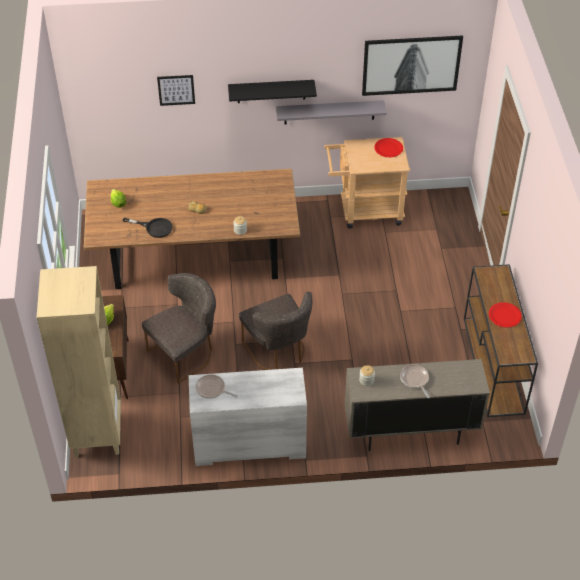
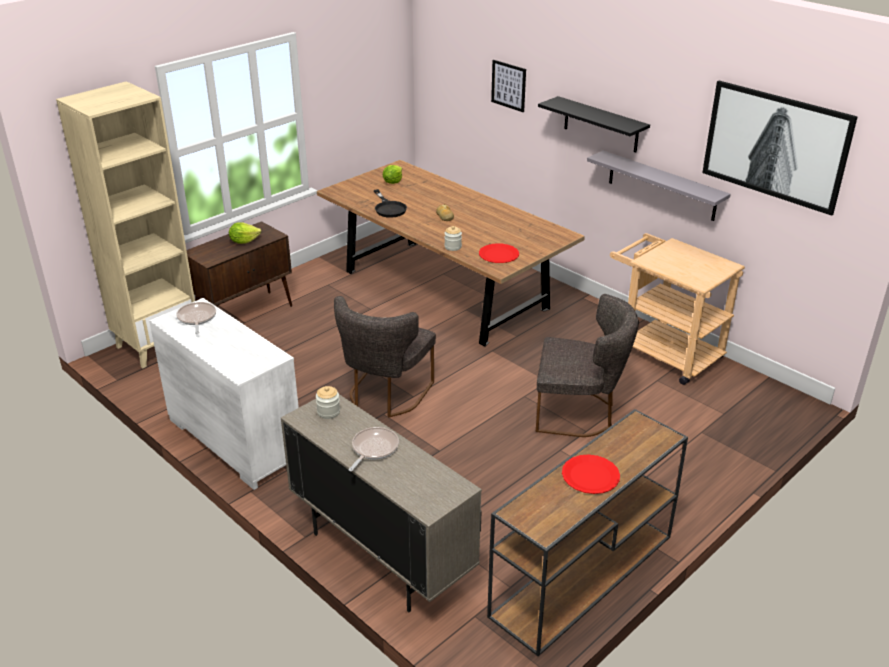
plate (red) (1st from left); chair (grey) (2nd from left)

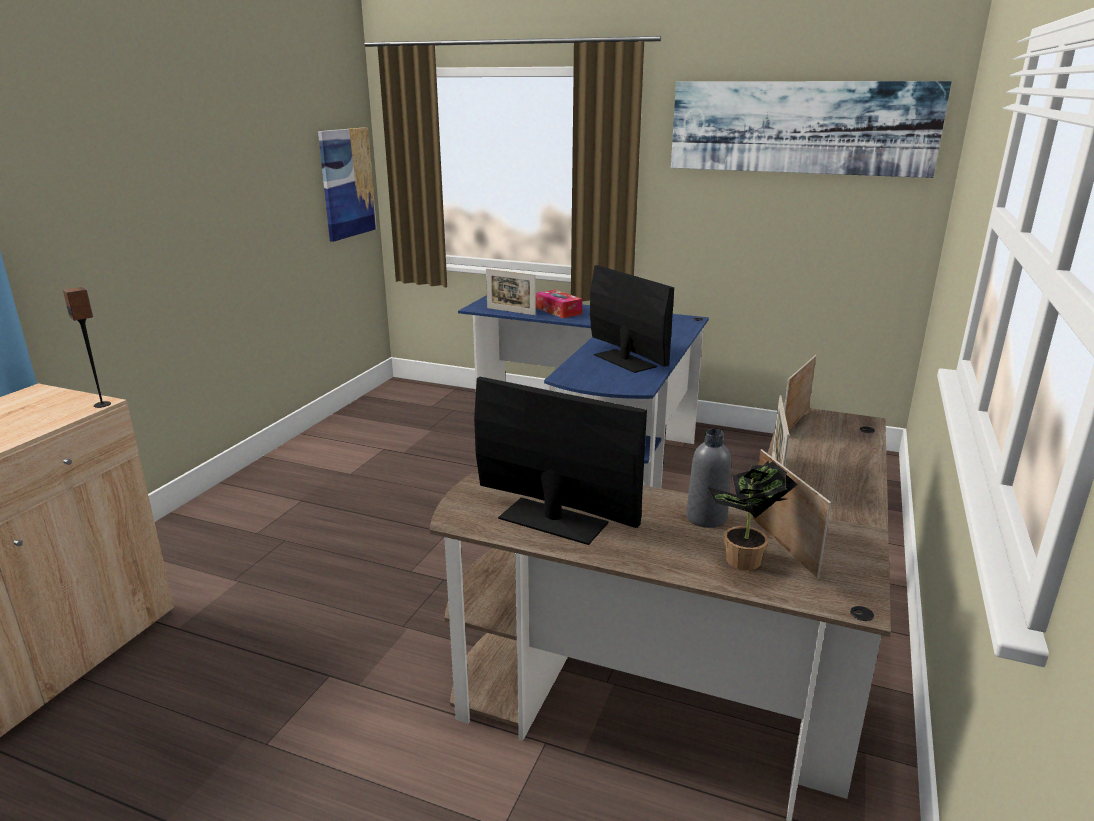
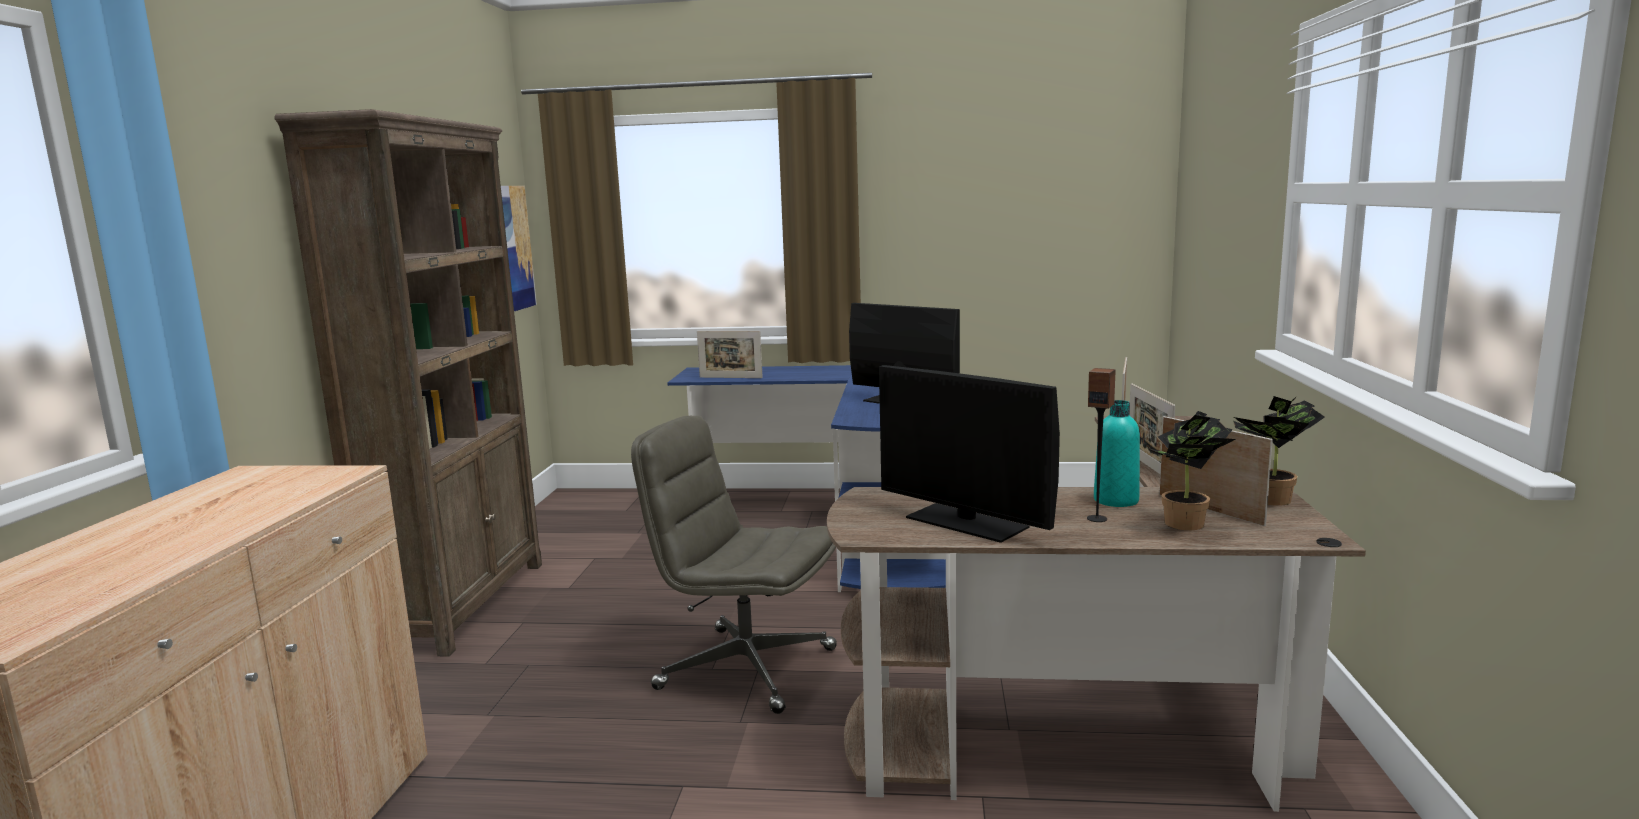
bookcase (brown); office chair (grey); monitor (2nd from left); speaker; bottle (turquoise); potted plant (2nd from left); tissue box; picture (2nd from left in the first image)

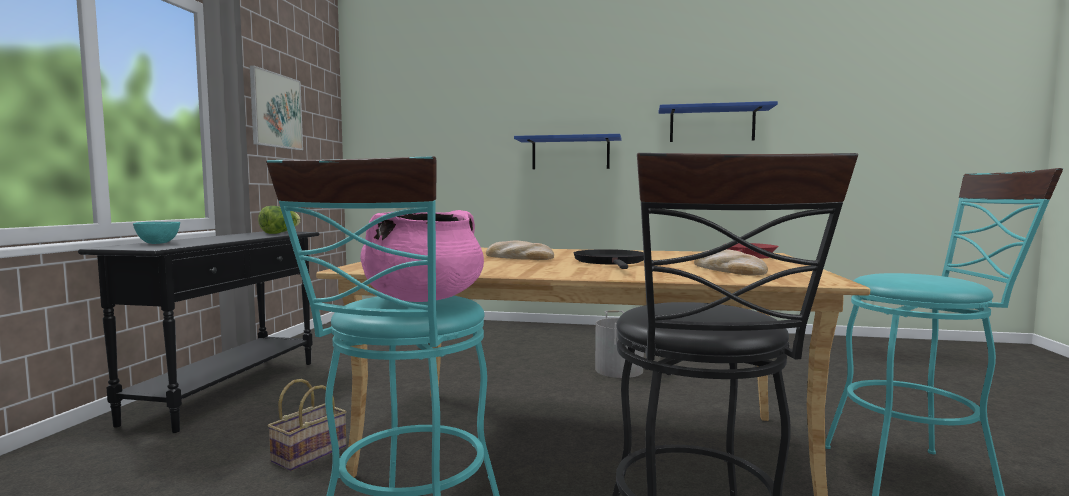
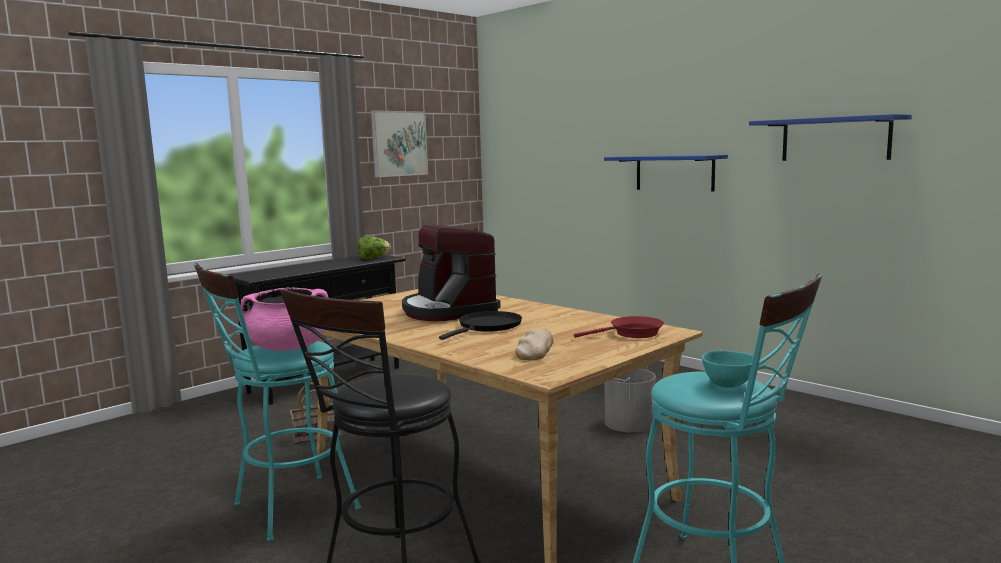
coffee machine; bowl (turquoise)

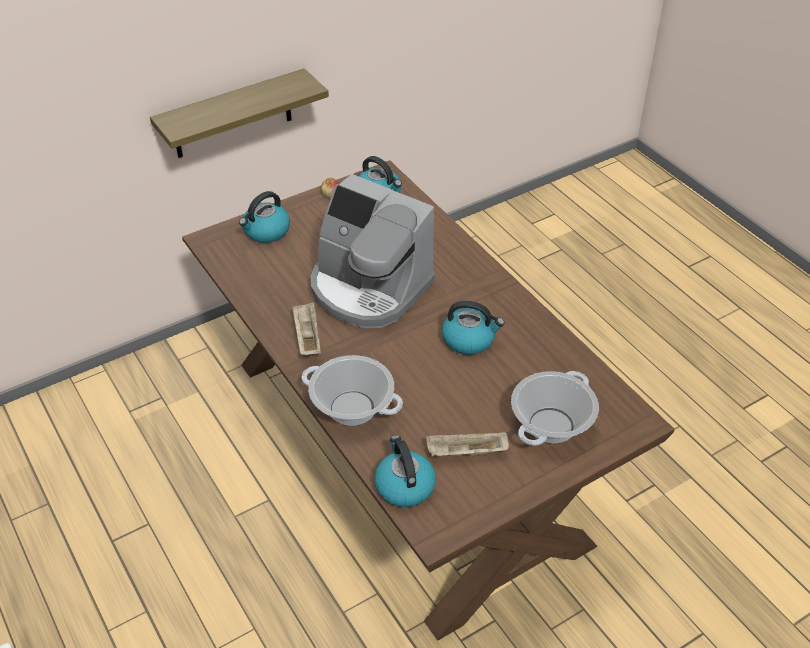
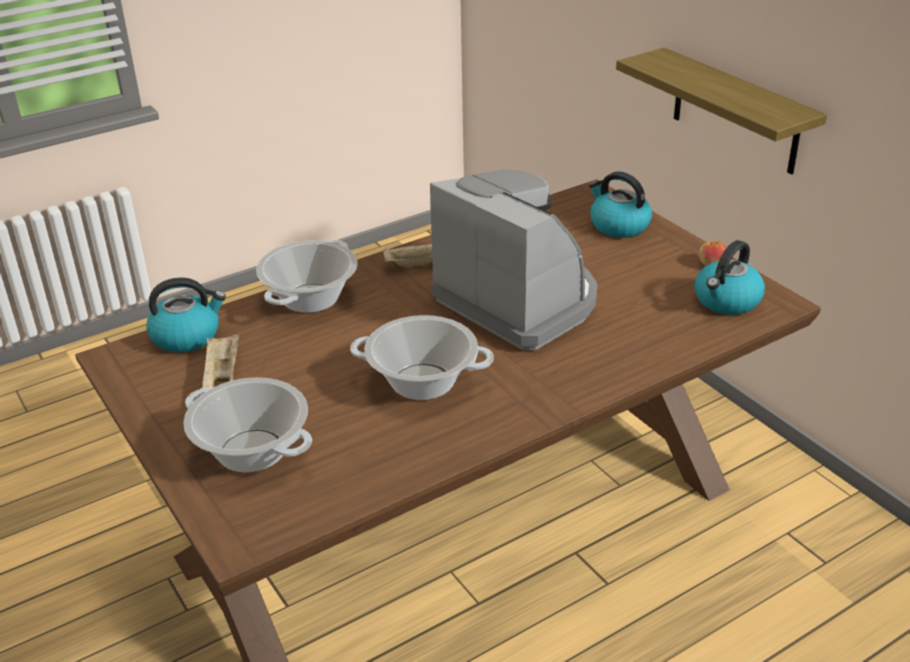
cooking pot (3rd from left); coffee machine

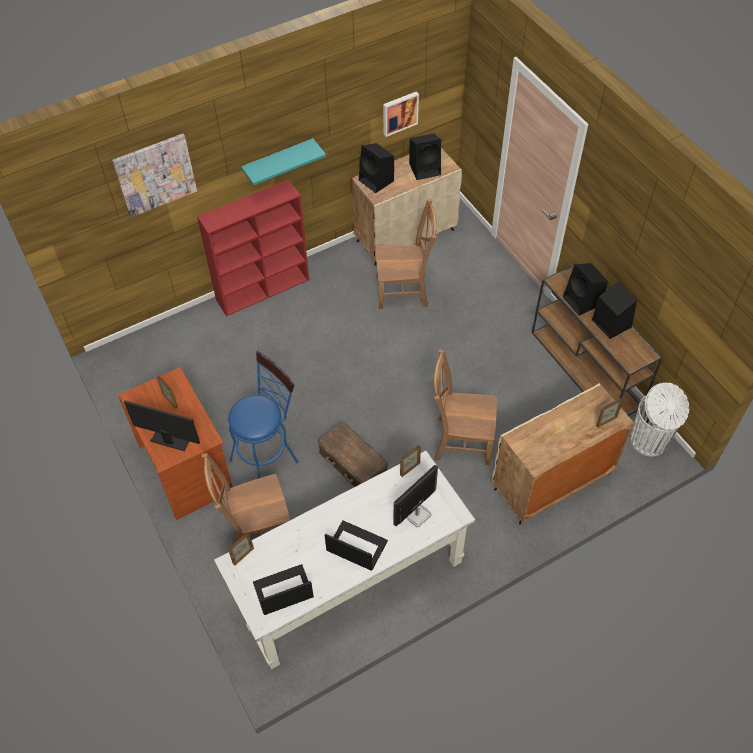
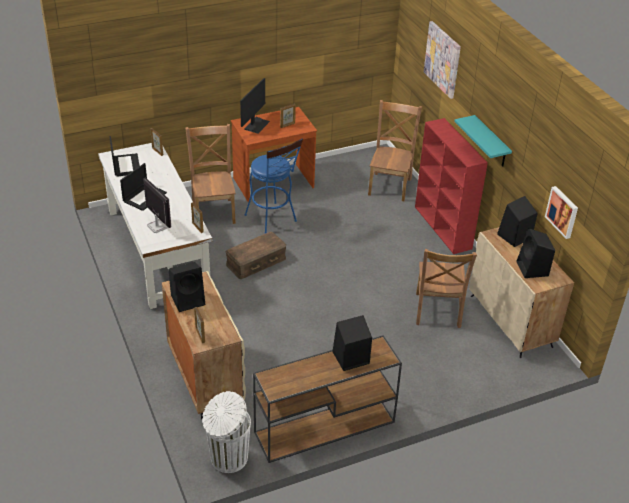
speaker (black) (1st from left); chair (brown) (2nd from left)

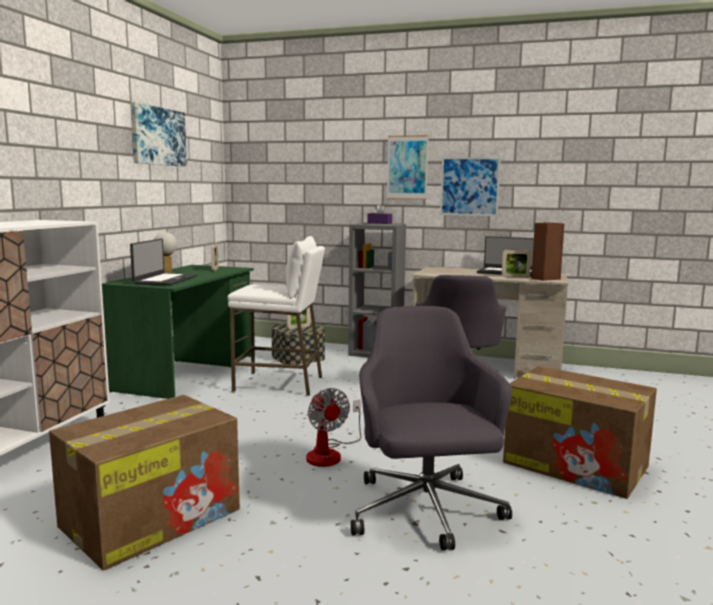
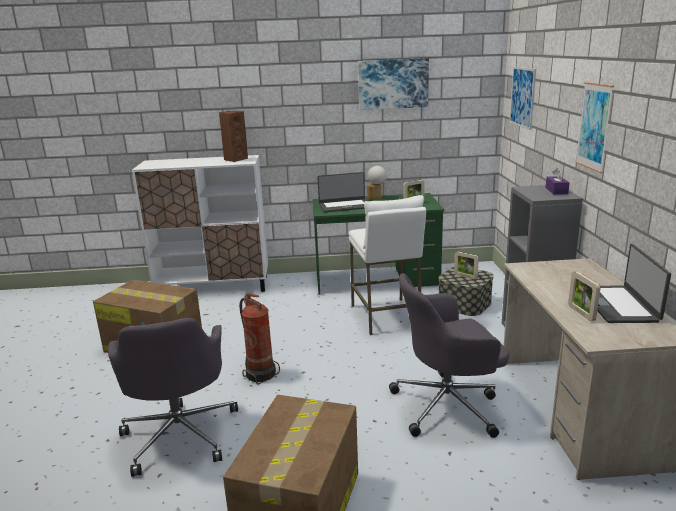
office chair (grey) (1st from left); speaker (brown); fire extinguisher; picture (2nd from left)

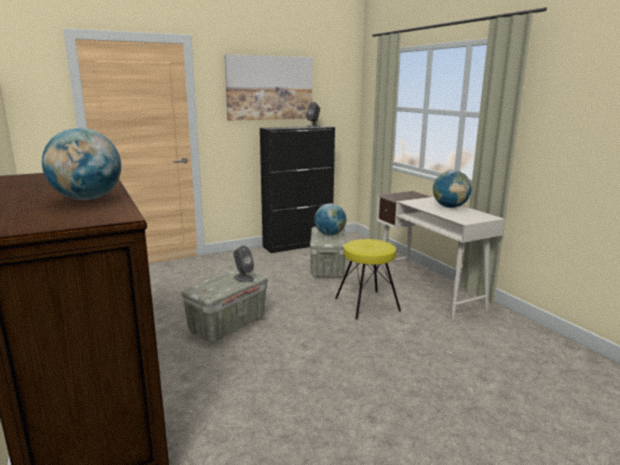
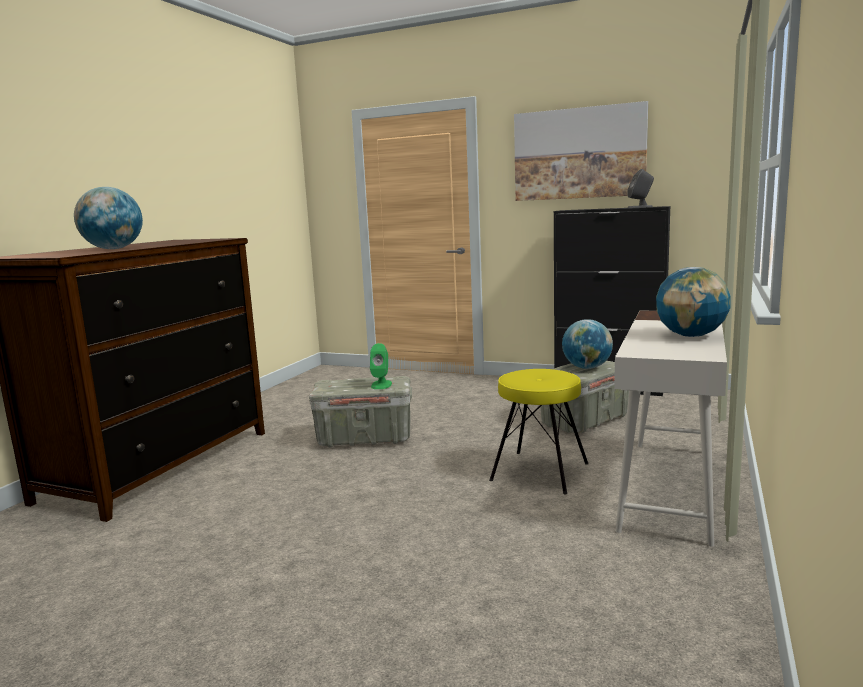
speaker (green)

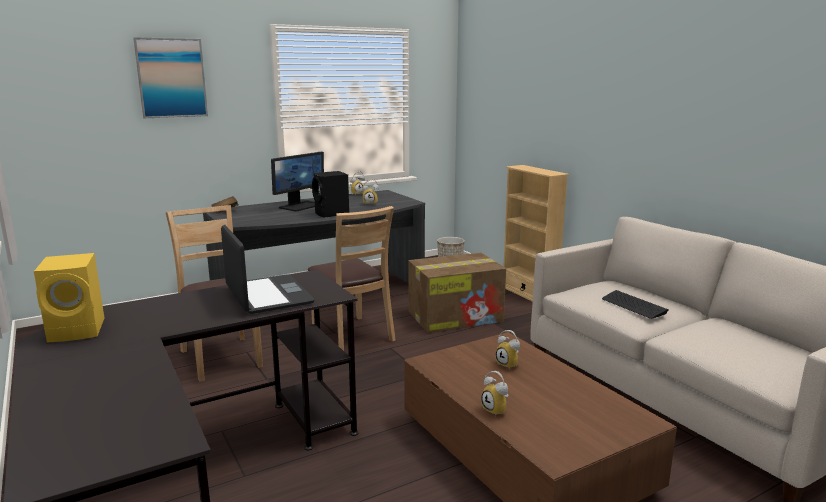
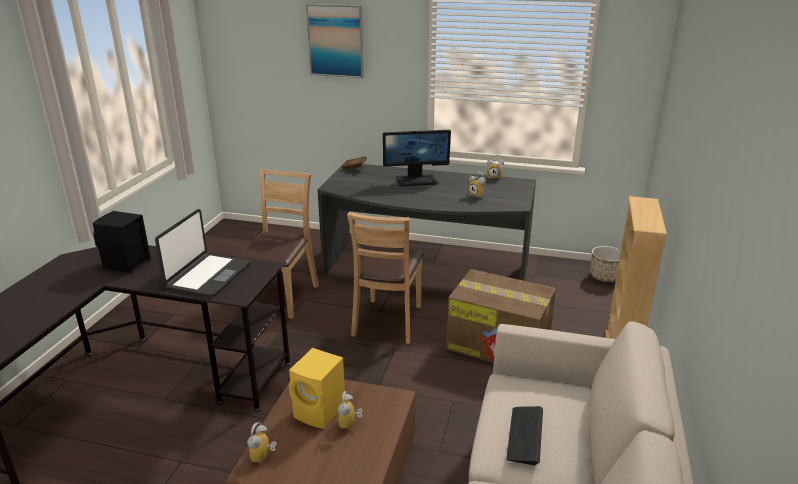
speaker (black); speaker (yellow)

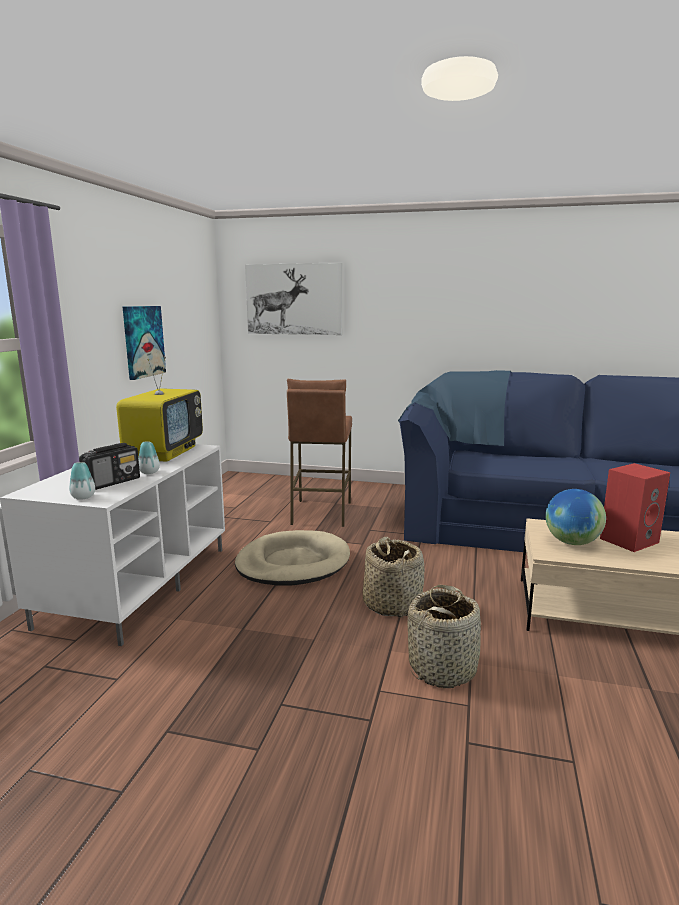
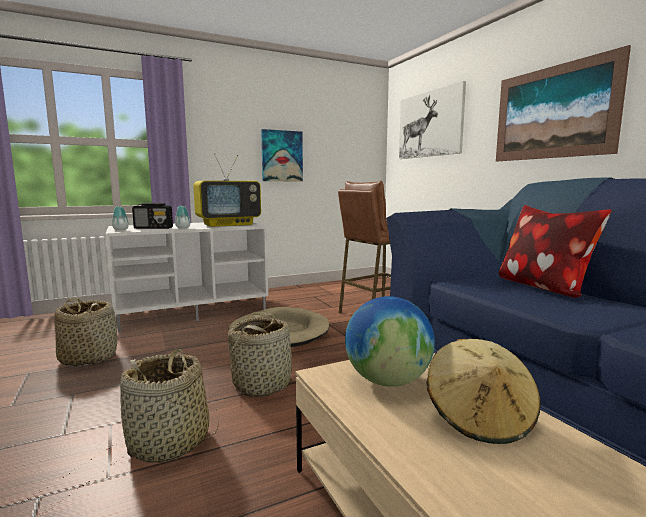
basket (1st from left); hat (beige); picture (3rd from left); pillow

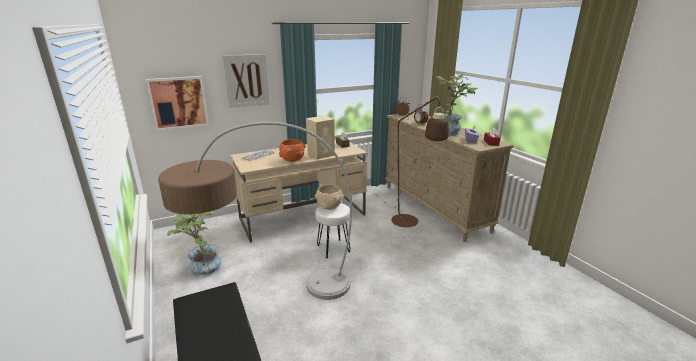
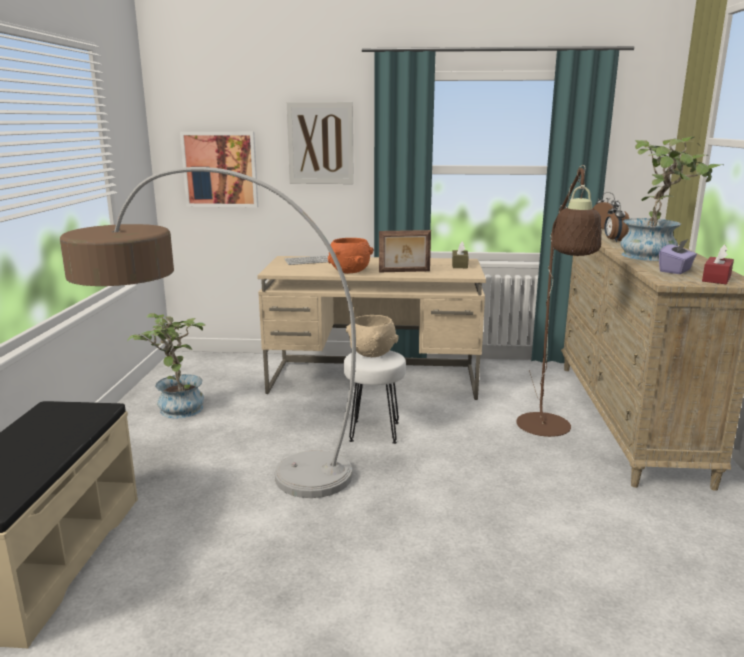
picture frame

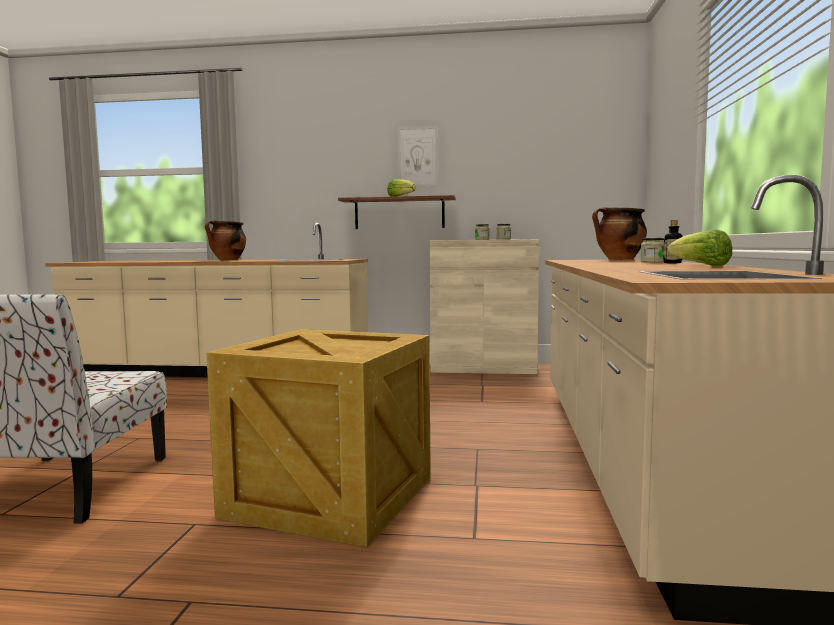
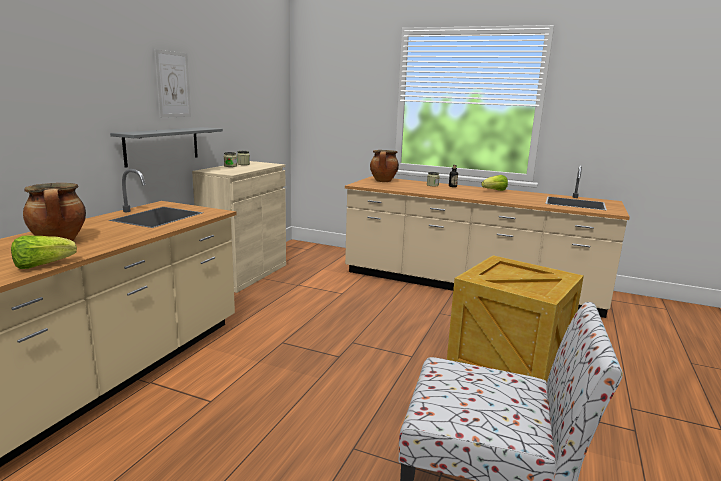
lettuce (1st from left); shelf (grey)

